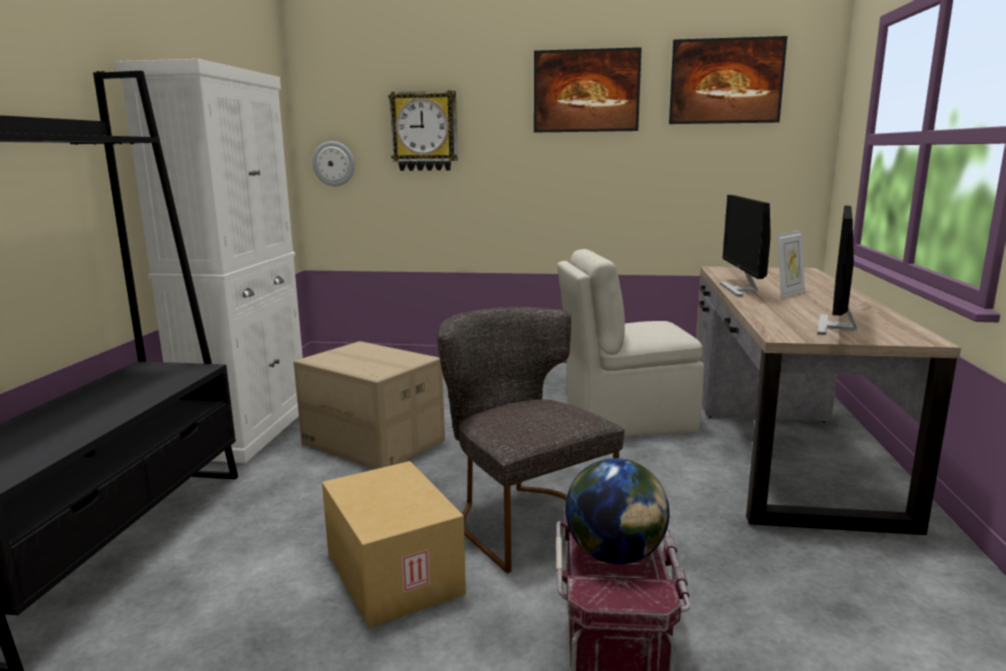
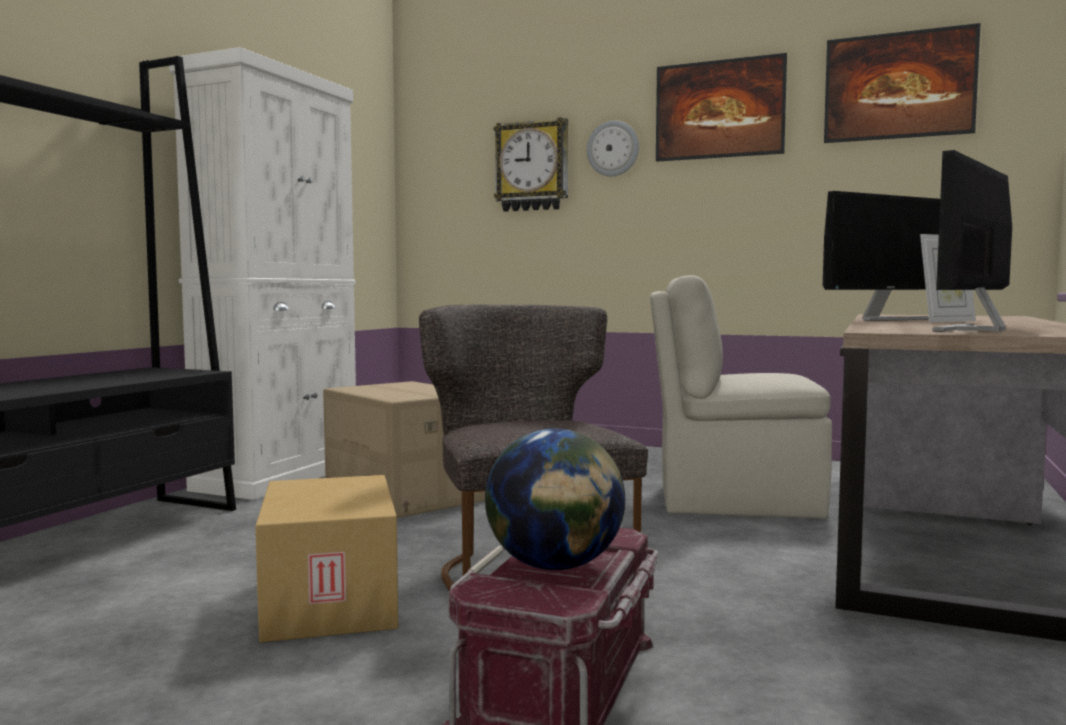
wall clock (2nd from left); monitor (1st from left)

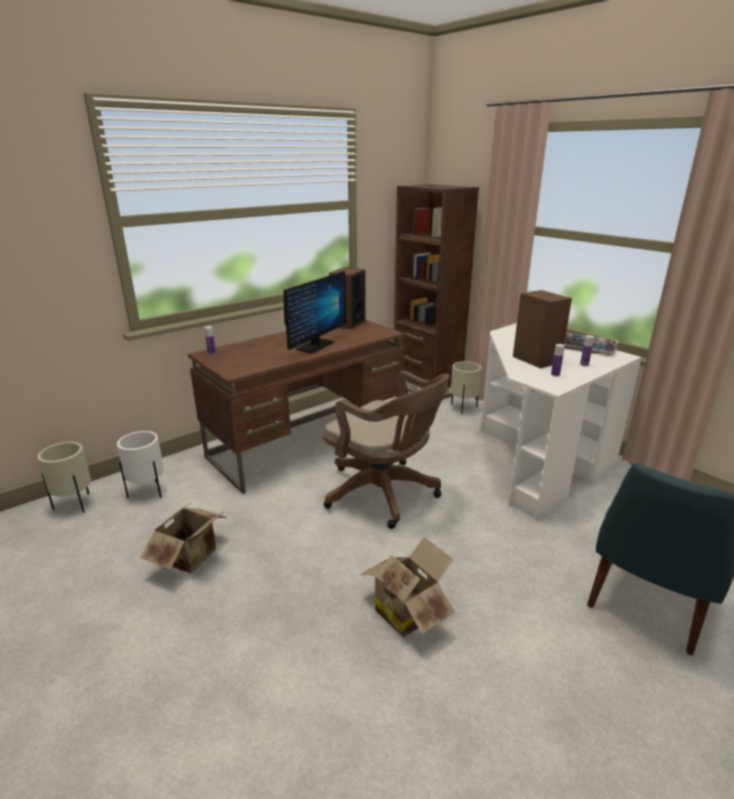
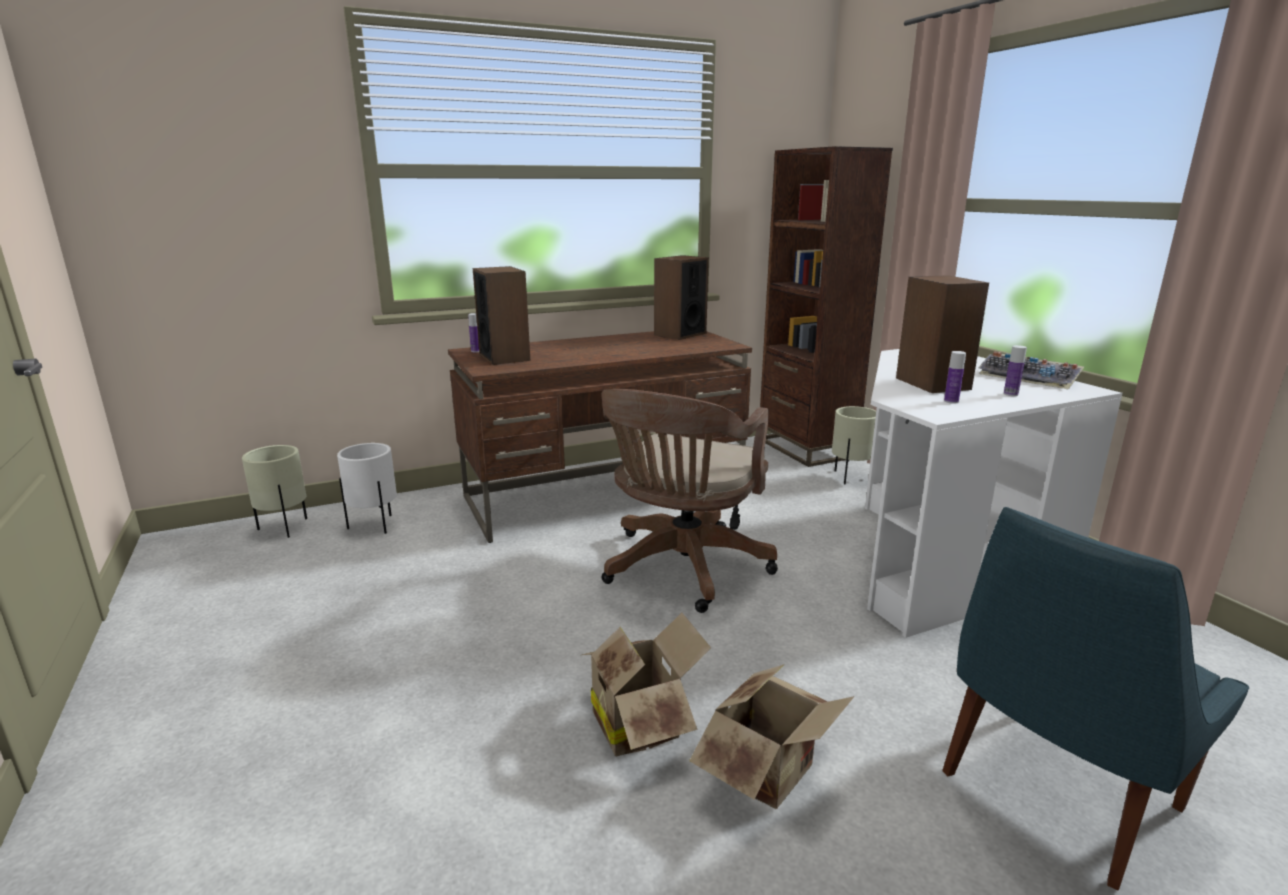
speaker (1st from left); office chair (brown); cardboard box (2nd from left); monitor

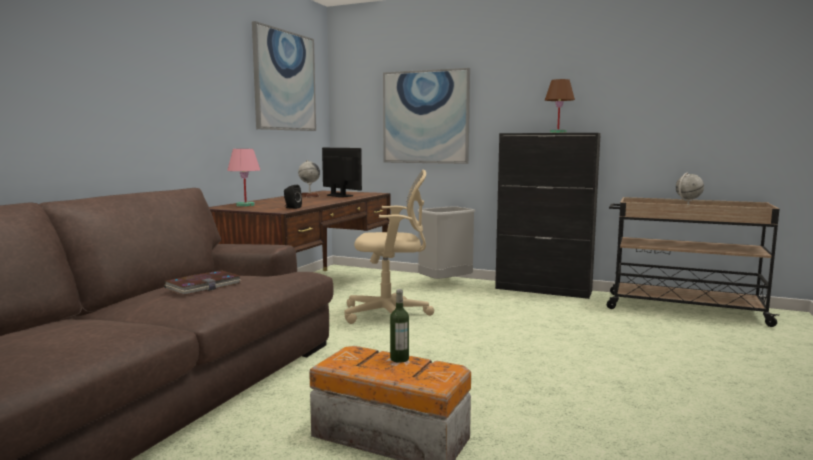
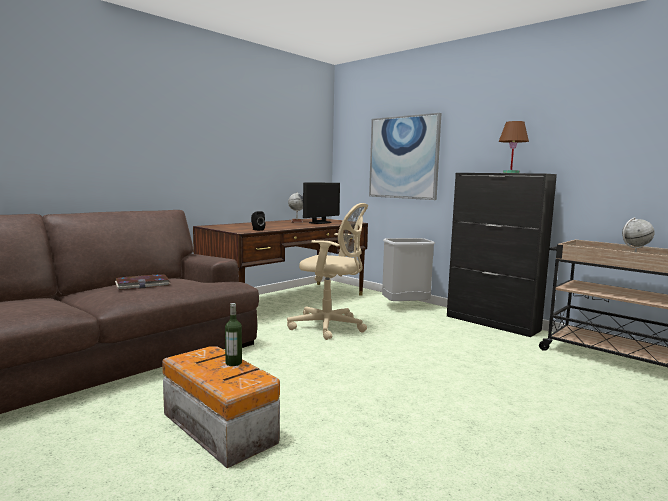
monitor; table lamp (pink); picture (1st from left in the first image)

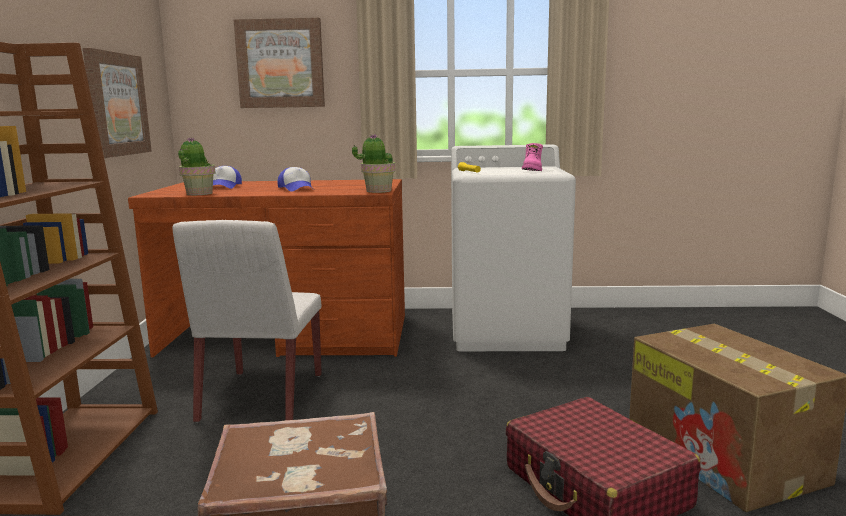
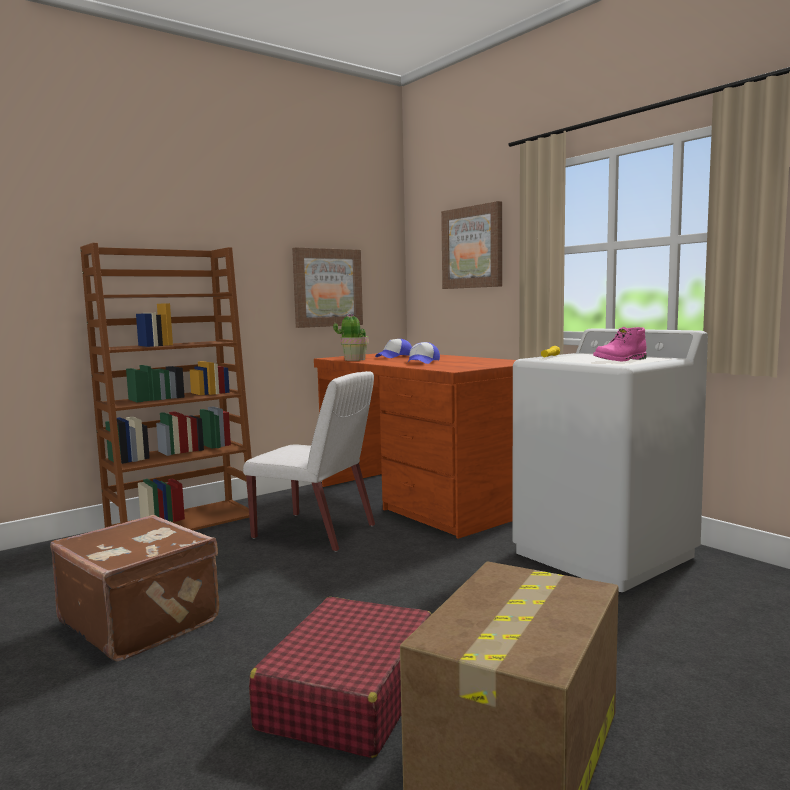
chair (white); potted plant (2nd from left in the first image)

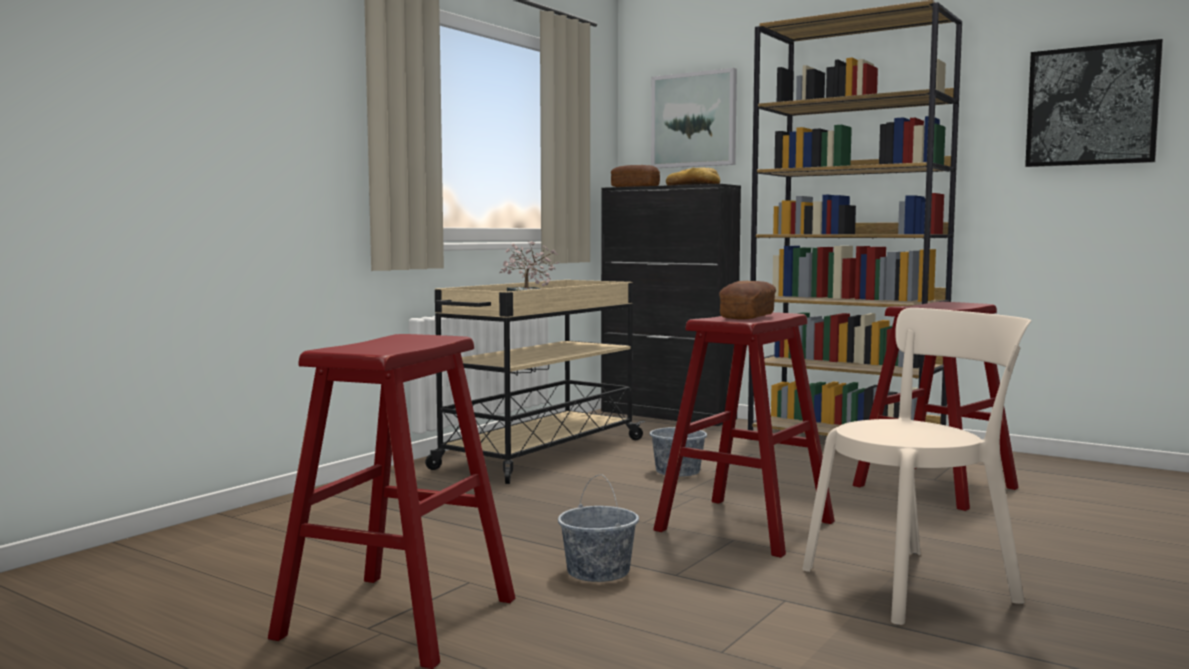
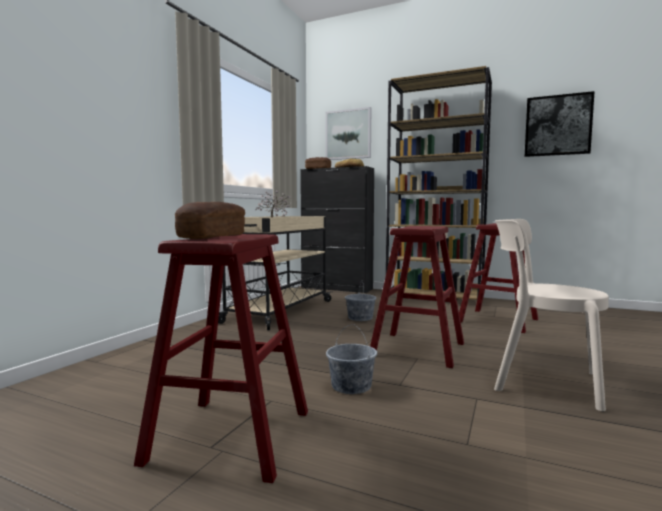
bread (1st from left); chair (beige)

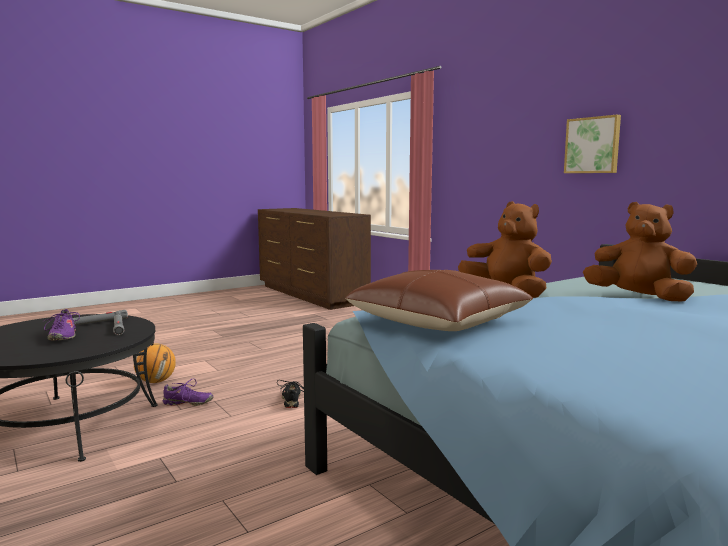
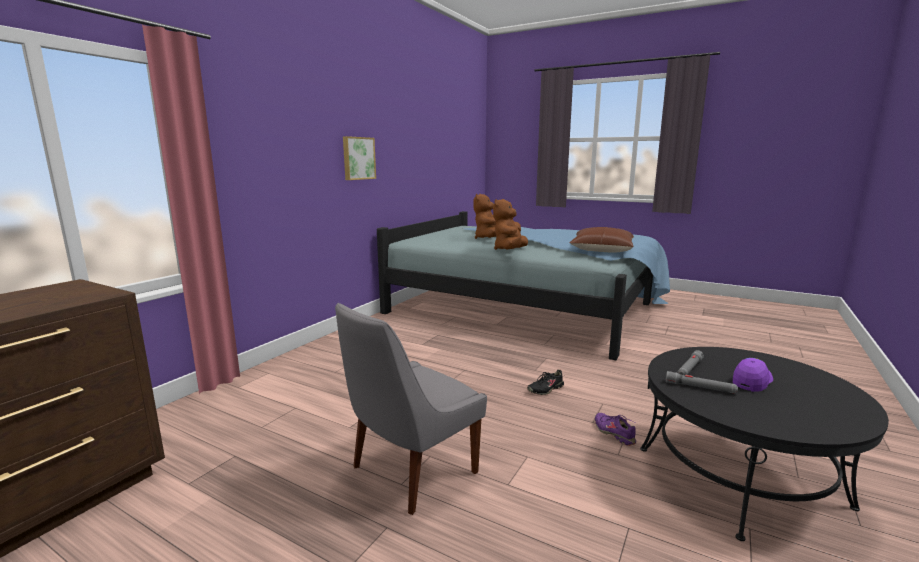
chair (grey); cap (purple); basketball

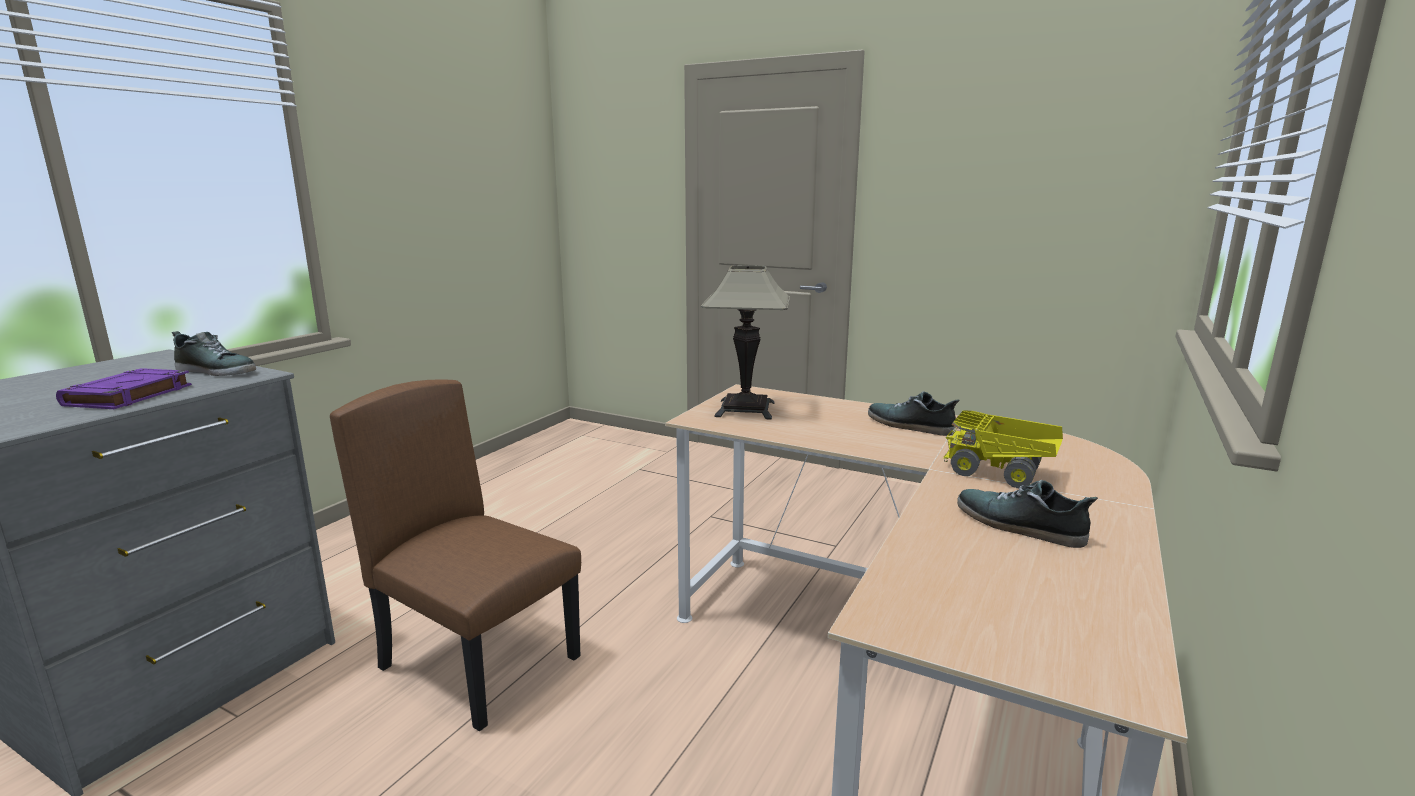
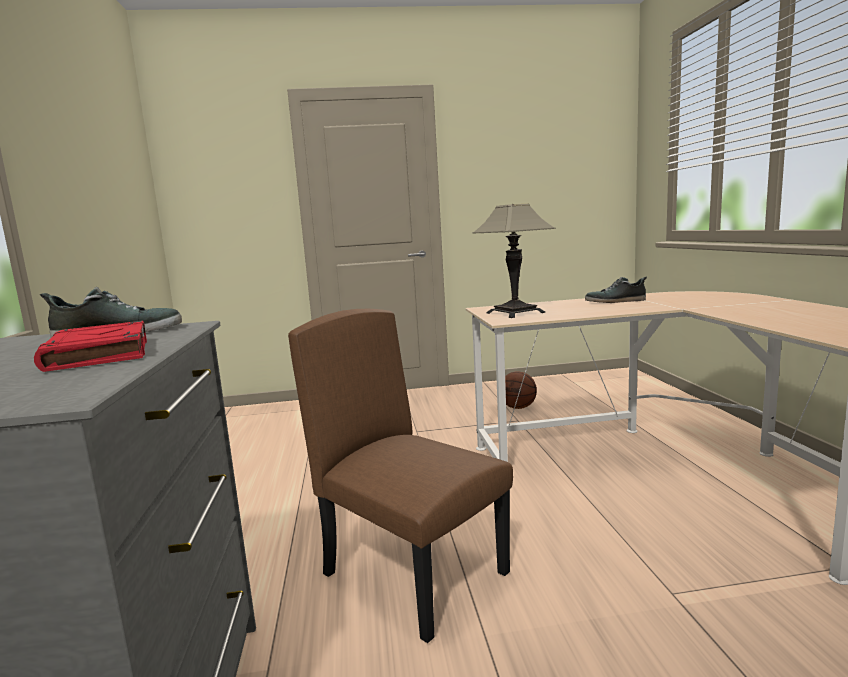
book (red); chair (brown); basketball; toy truck; shoe (3rd from left in the first image)

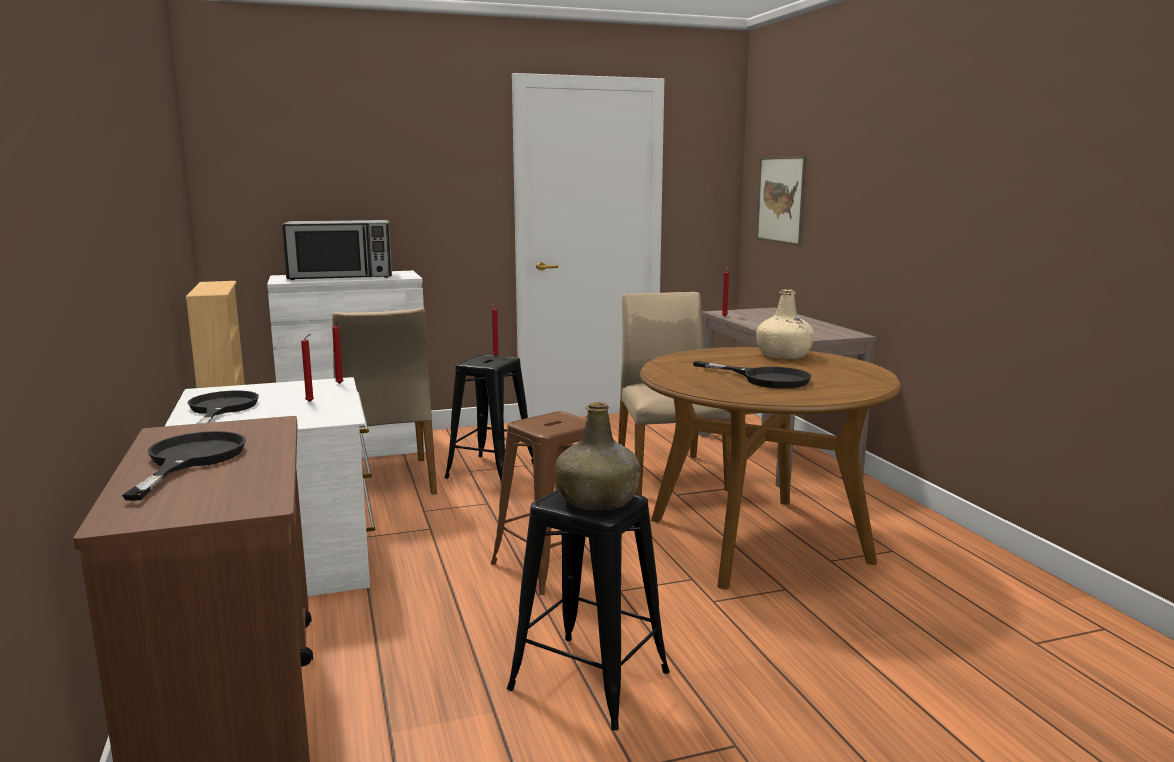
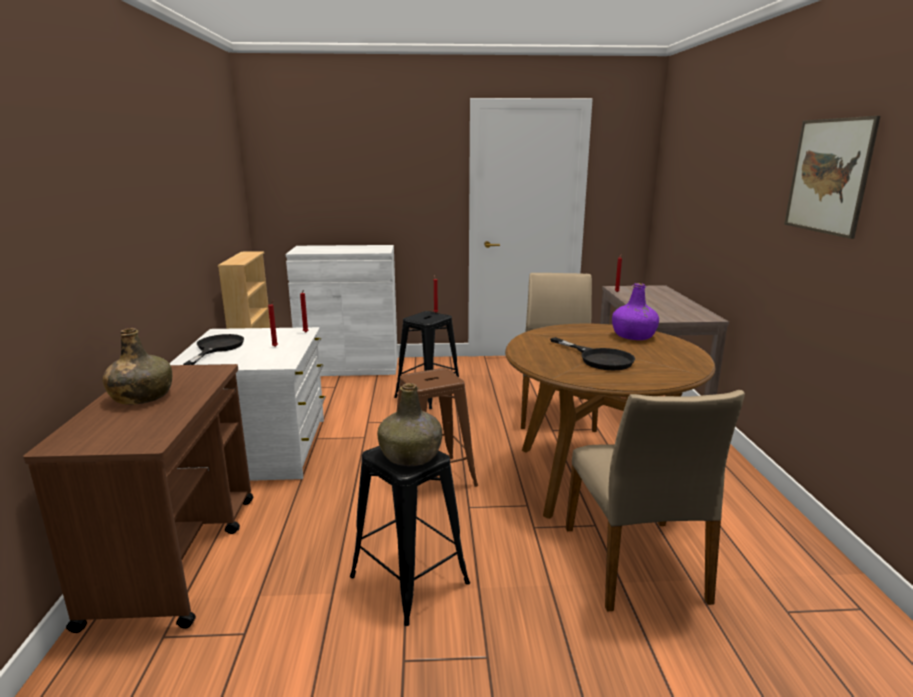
bottle (green) (1st from left); chair (beige) (2nd from left); bottle (purple); picture; microwave

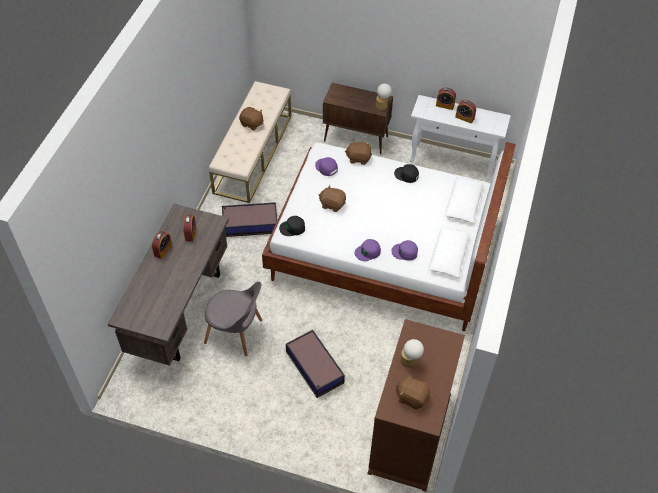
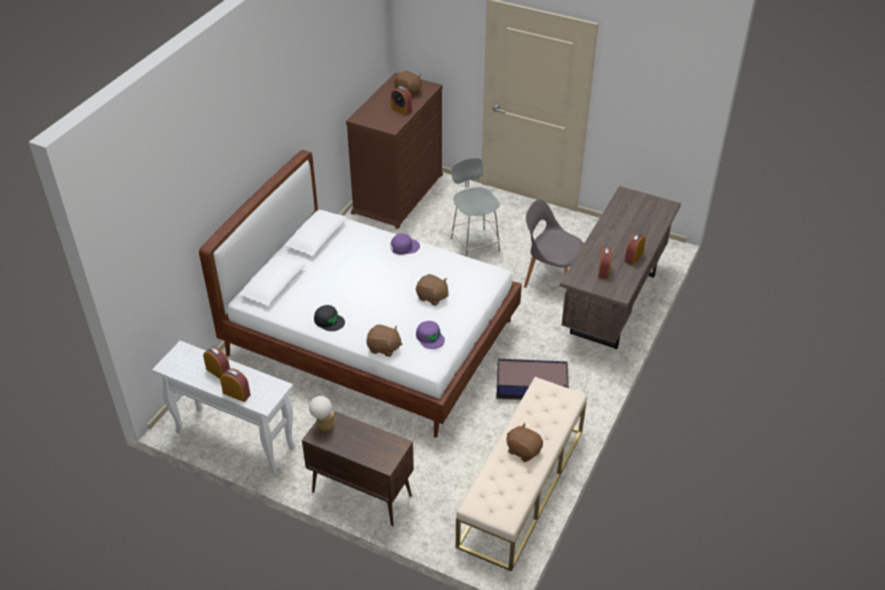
alarm clock (3rd from left); chair (grey) (1st from left); cap (black) (1st from left in the first image); cap (purple) (3rd from left in the first image)

